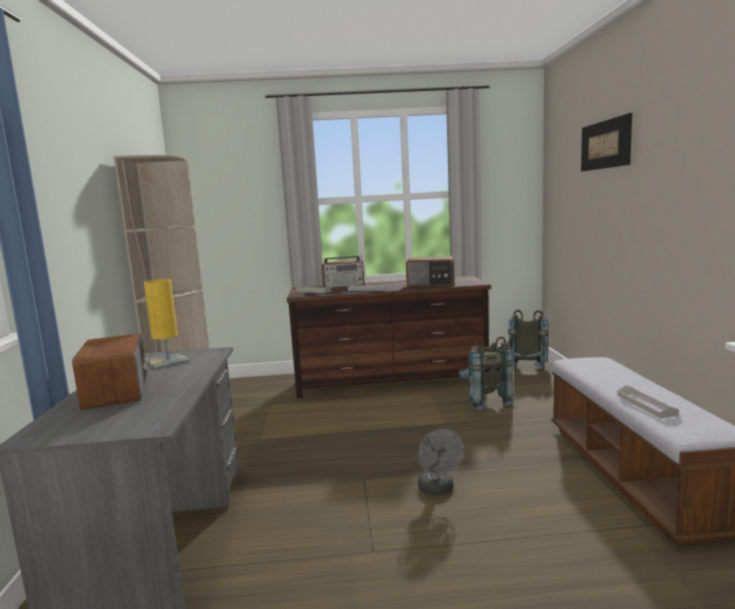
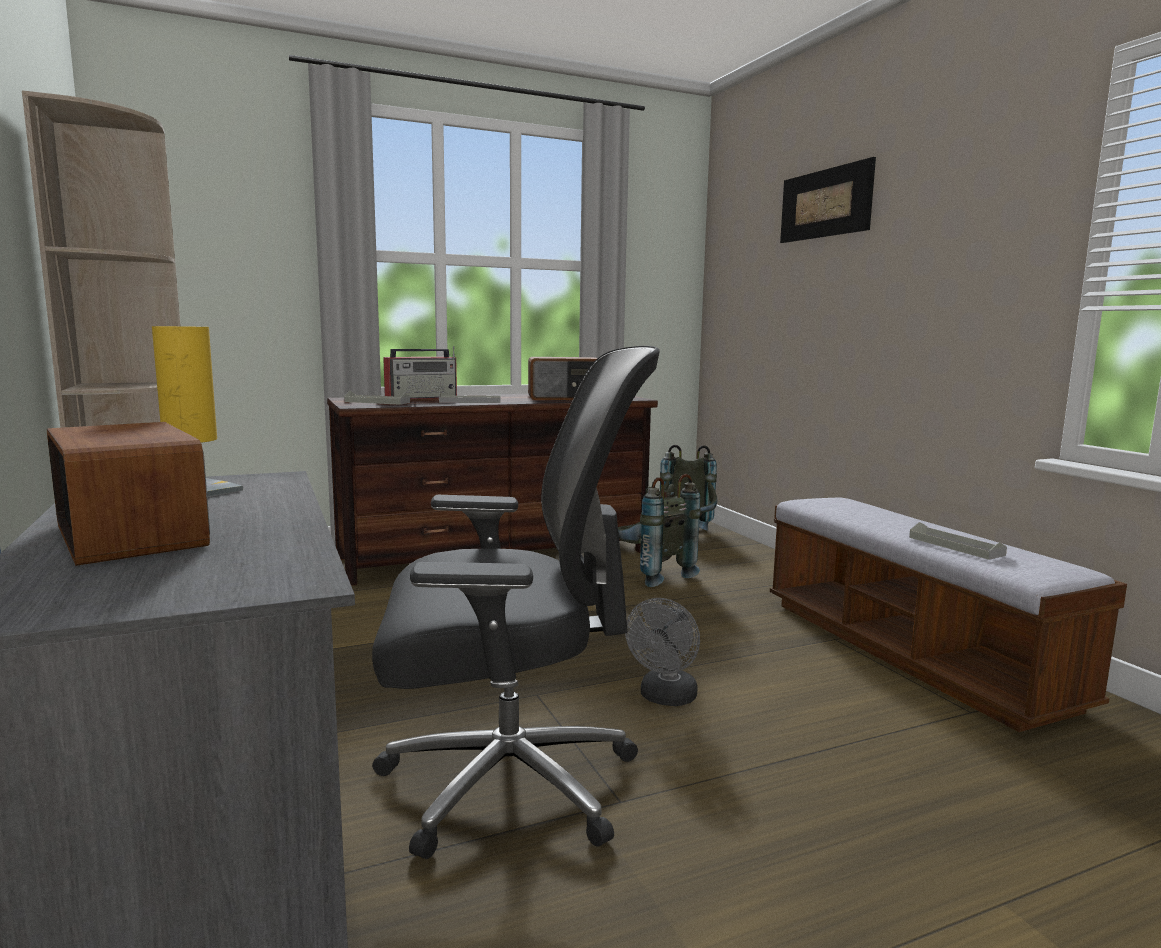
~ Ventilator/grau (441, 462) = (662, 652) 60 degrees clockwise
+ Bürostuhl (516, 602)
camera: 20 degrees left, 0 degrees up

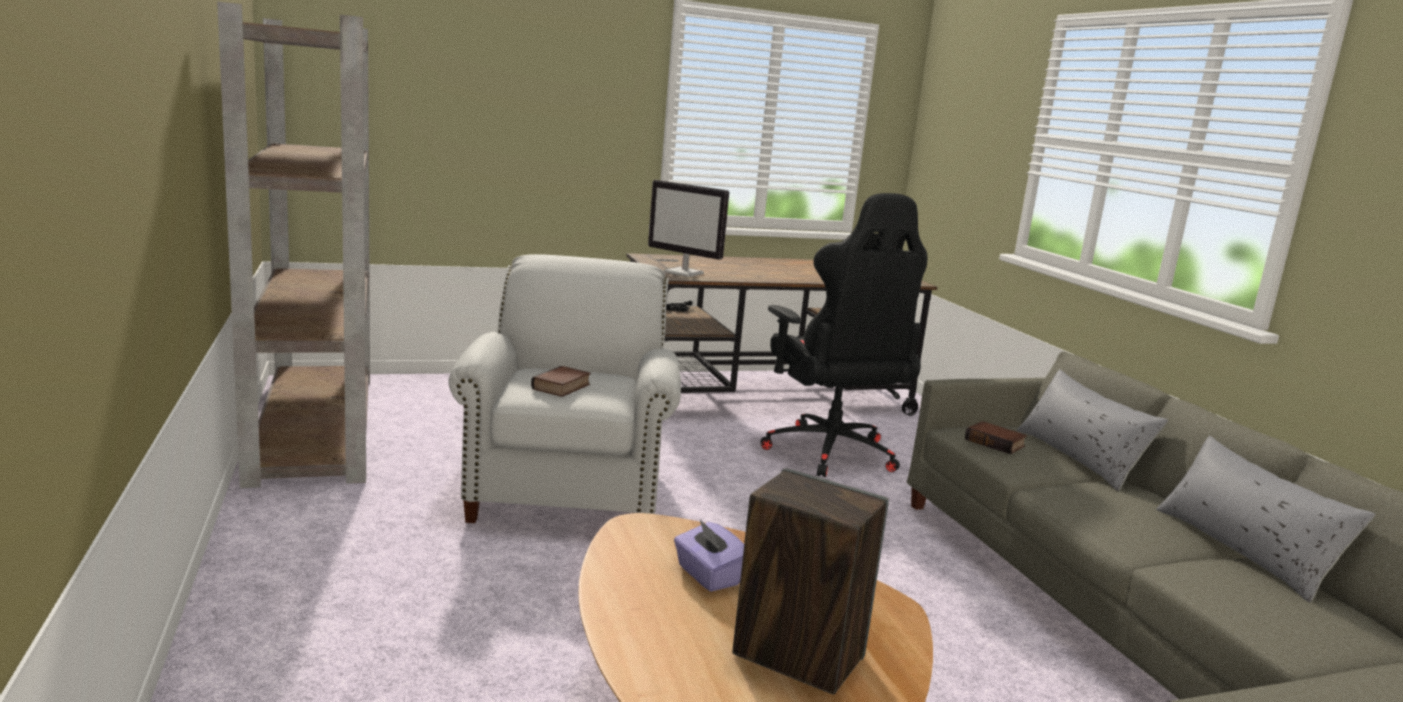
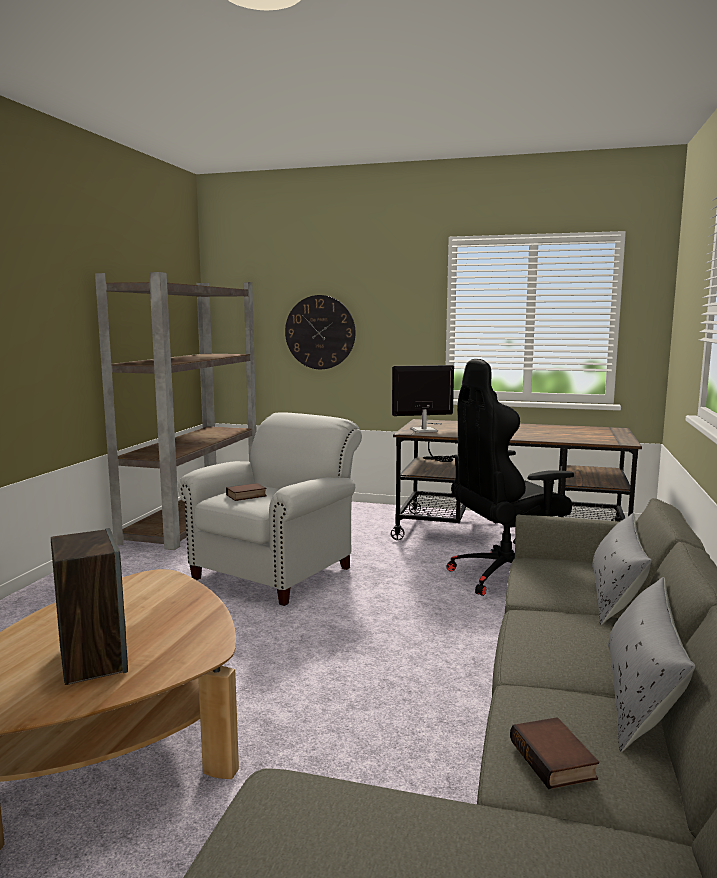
~ Monitor (688, 228) = (423, 399) 105 degrees clockwise
~ Bürostuhl/schwarz (843, 335) = (510, 477) 60 degrees clockwise
~ Buch (996, 437) to (554, 753)
- Taschentuchbox/lila (709, 555)
+ Wanduhr (320, 332)
camera: 35 degrees right, 5 degrees down

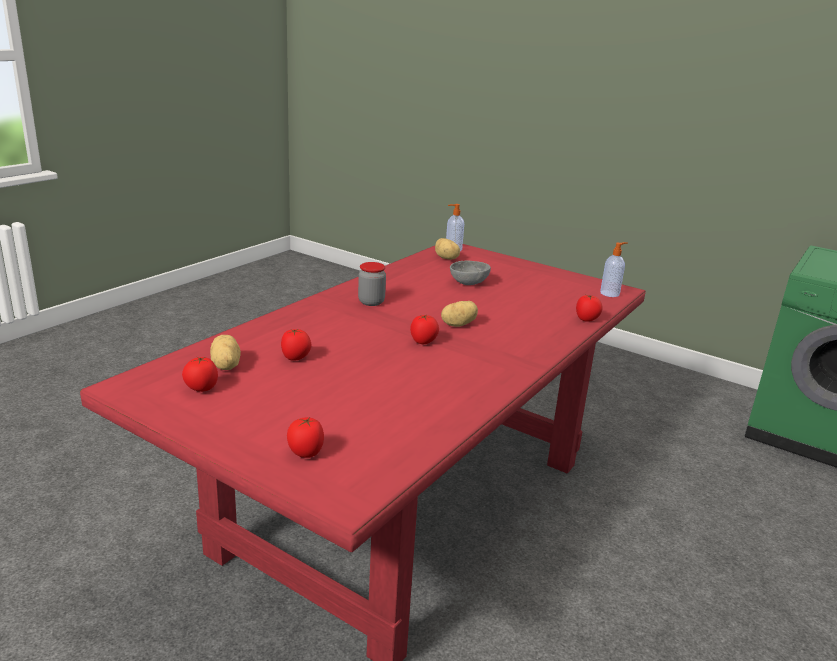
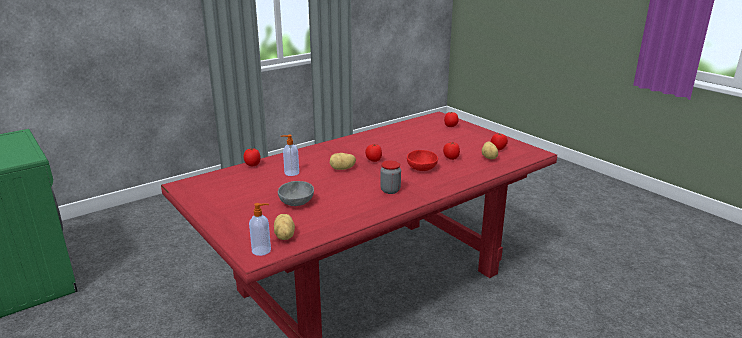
~ Seifenspender (614, 269) to (290, 155)
+ Schüssel/rot (422, 160)
camera: 160 degrees left, 0 degrees up

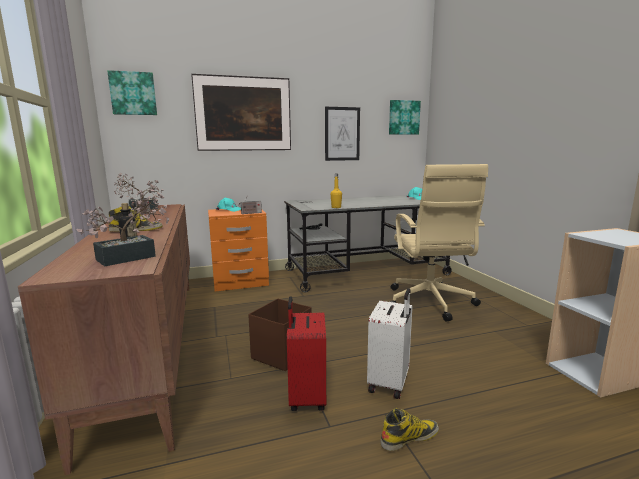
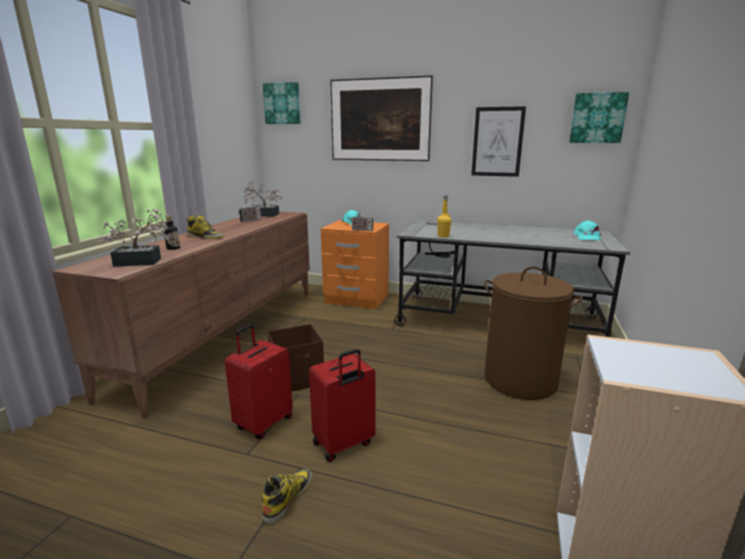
~ Bürostuhl/beige (439, 243) to Wäschekorb/braun (533, 333)
~ Koffer/weiß (389, 343) to Koffer/rot (342, 405)
~ Stiefel (409, 429) = (287, 496) 75 degrees counterclockwise
camera: 35 degrees right, 5 degrees up

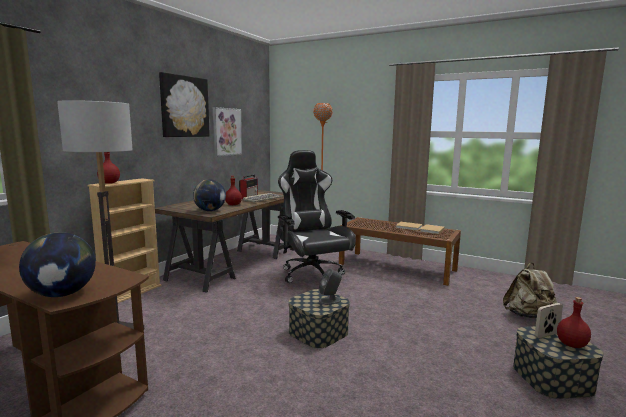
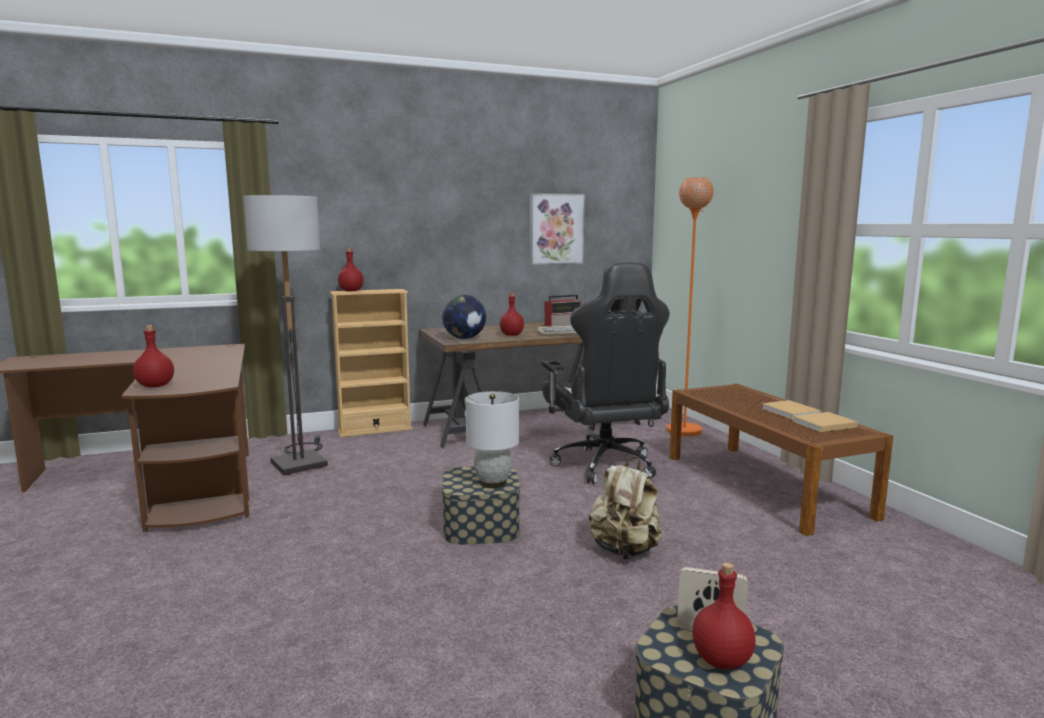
- Bild (184, 104)
~ Bürostuhl/schwarz (317, 216) = (605, 373) 150 degrees clockwise
~ Globus (57, 264) to Flasche/rot (153, 356)
~ Rucksack/beige (530, 290) to (625, 508)
~ Lautsprecher/grau (330, 286) to Tischlampe/weiß (492, 439)
camera: 40 degrees right, 0 degrees up

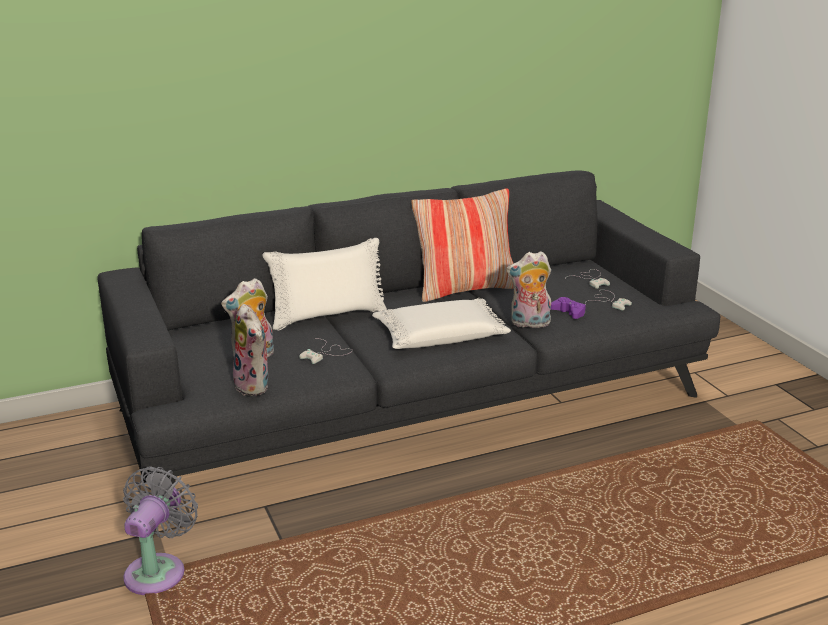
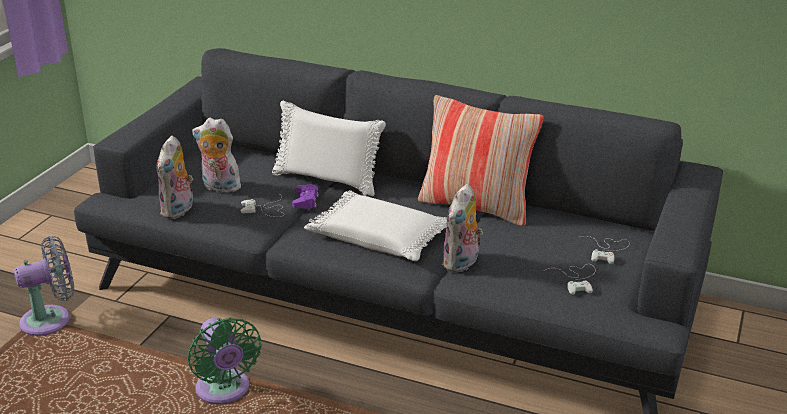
~ Plüschtier (528, 289) = (462, 228) 105 degrees counterclockwise
~ Gamepad/lila (568, 308) to (305, 196)
+ Ventilator/grün (224, 360)
camera: 45 degrees right, 5 degrees up

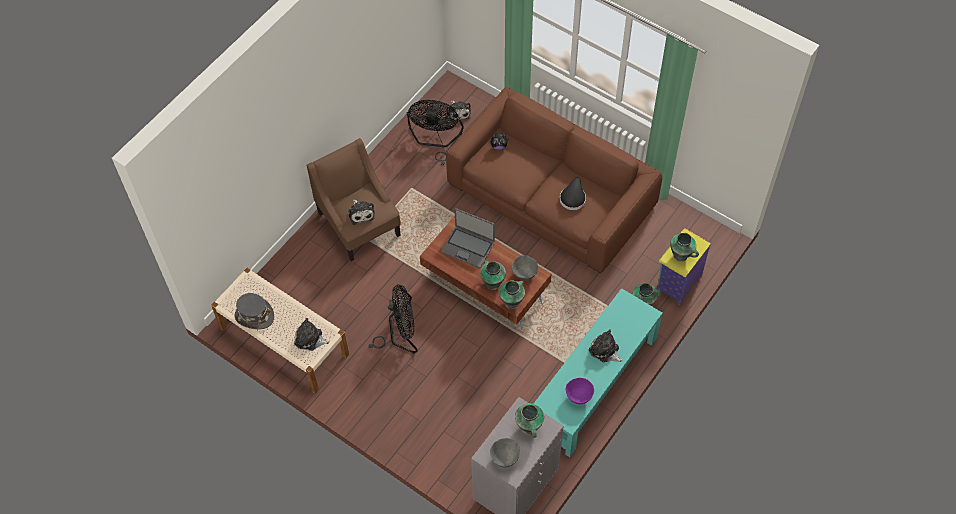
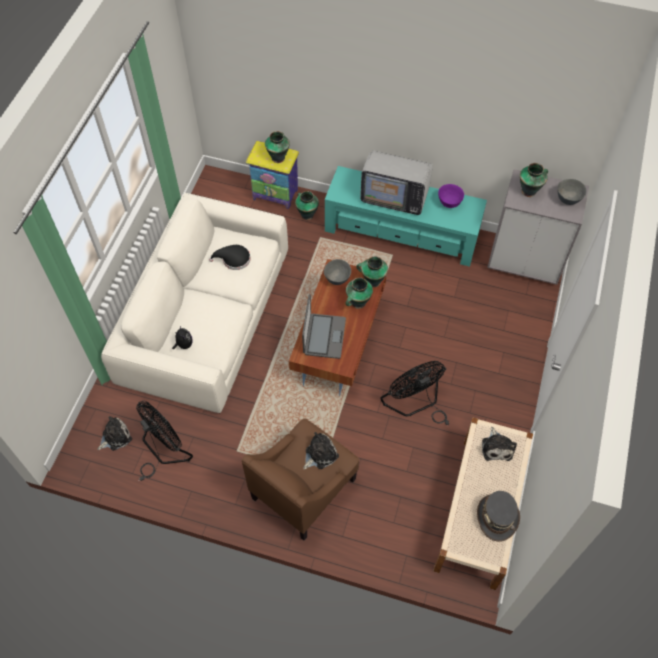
~ Sofa/braun (554, 180) to Sofa/weiß (194, 303)
~ Ventilator/schwarz (435, 132) = (164, 441) 150 degrees clockwise
~ Plüschtier (606, 346) to Fernseher (396, 183)
camera: 110 degrees left, 0 degrees up

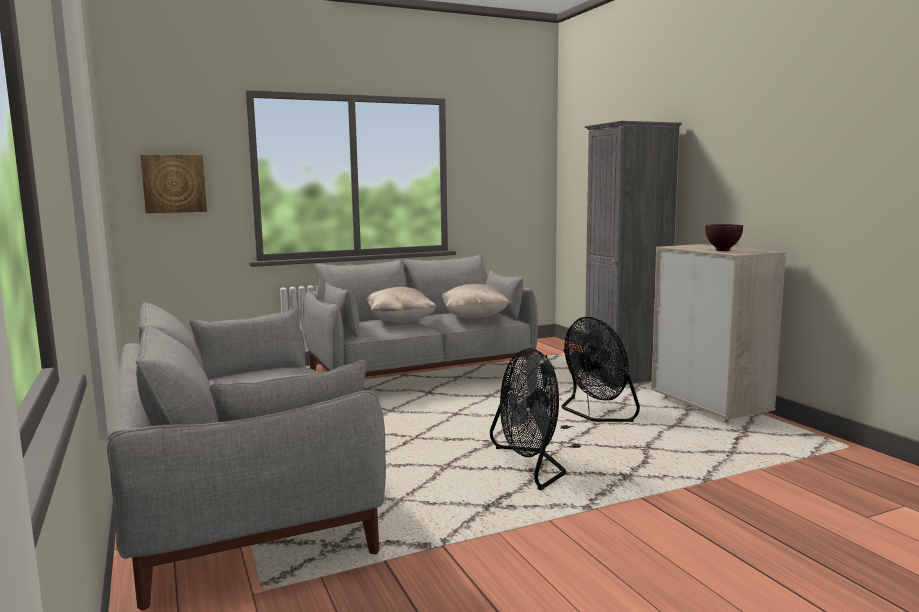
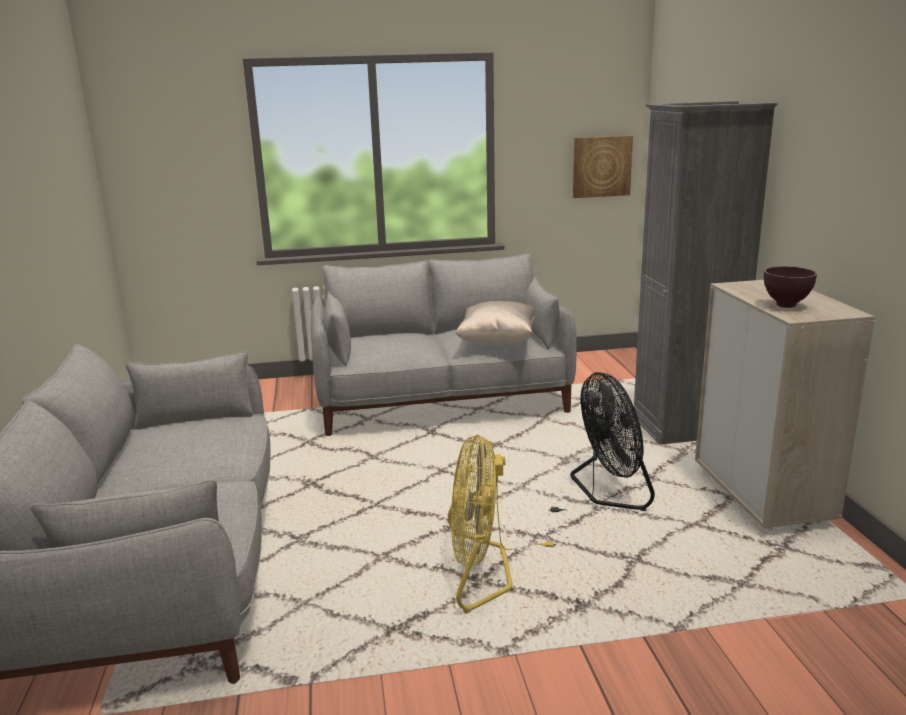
~ Bild (173, 184) to (603, 166)
- Kissen/beige (401, 305)
~ Ventilator/schwarz (535, 419) to Ventilator/gelb (501, 524)
camera: 15 degrees right, 10 degrees up

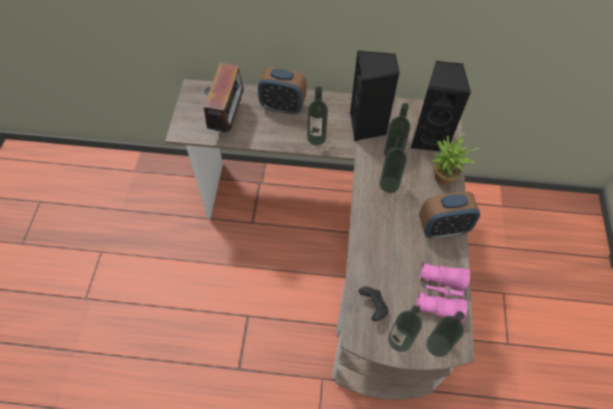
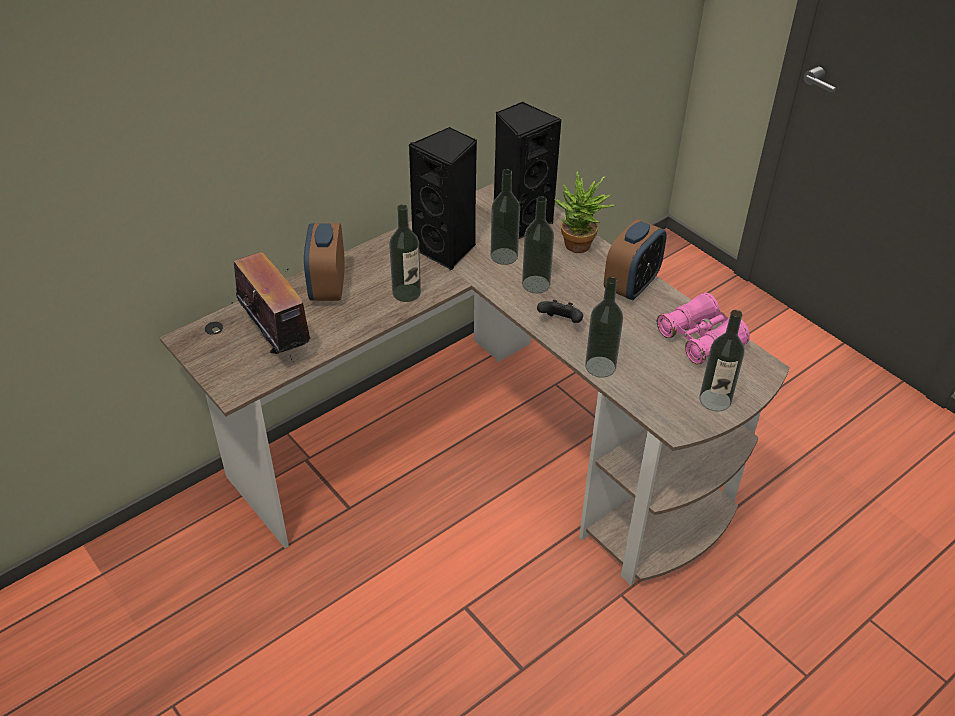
~ Wecker (282, 91) = (324, 262) 120 degrees clockwise
~ Gamepad/schwarz (374, 304) to (560, 311)
~ Flasche (445, 334) to (604, 327)
camera: 45 degrees left, 15 degrees down

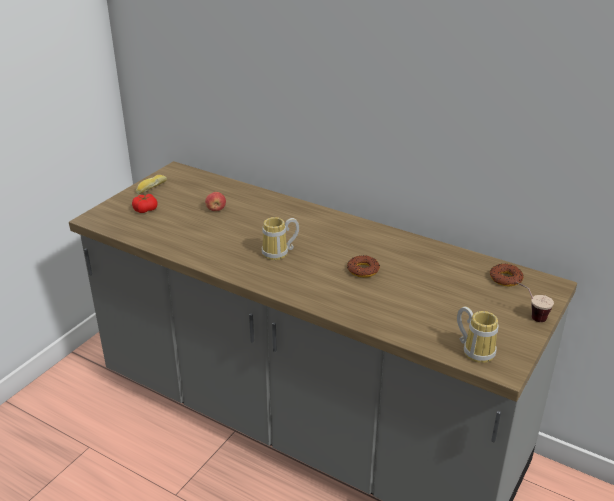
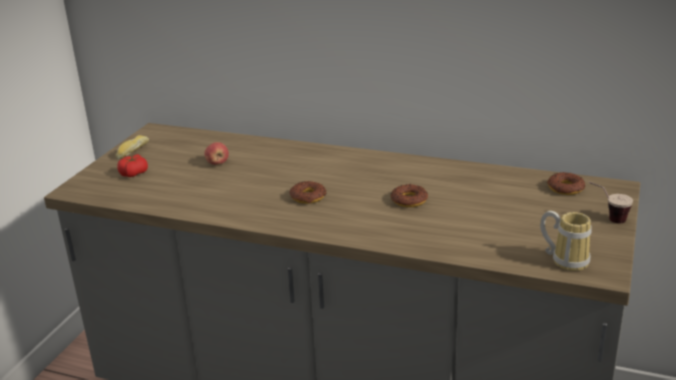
~ Henkelbecher (280, 238) to Donut (307, 192)
camera: 10 degrees left, 5 degrees down

